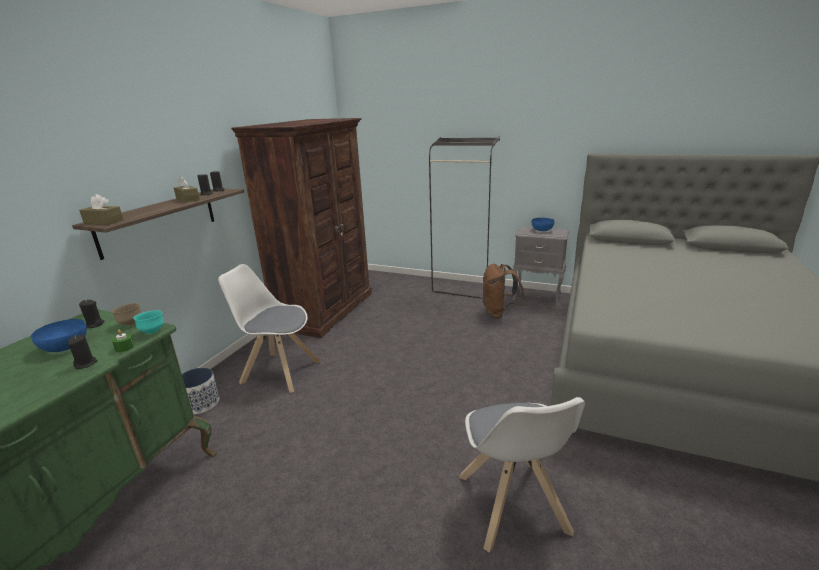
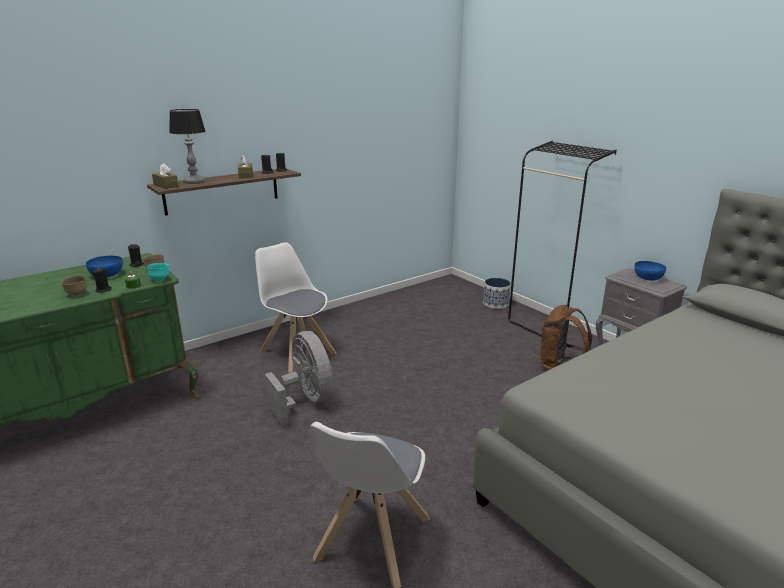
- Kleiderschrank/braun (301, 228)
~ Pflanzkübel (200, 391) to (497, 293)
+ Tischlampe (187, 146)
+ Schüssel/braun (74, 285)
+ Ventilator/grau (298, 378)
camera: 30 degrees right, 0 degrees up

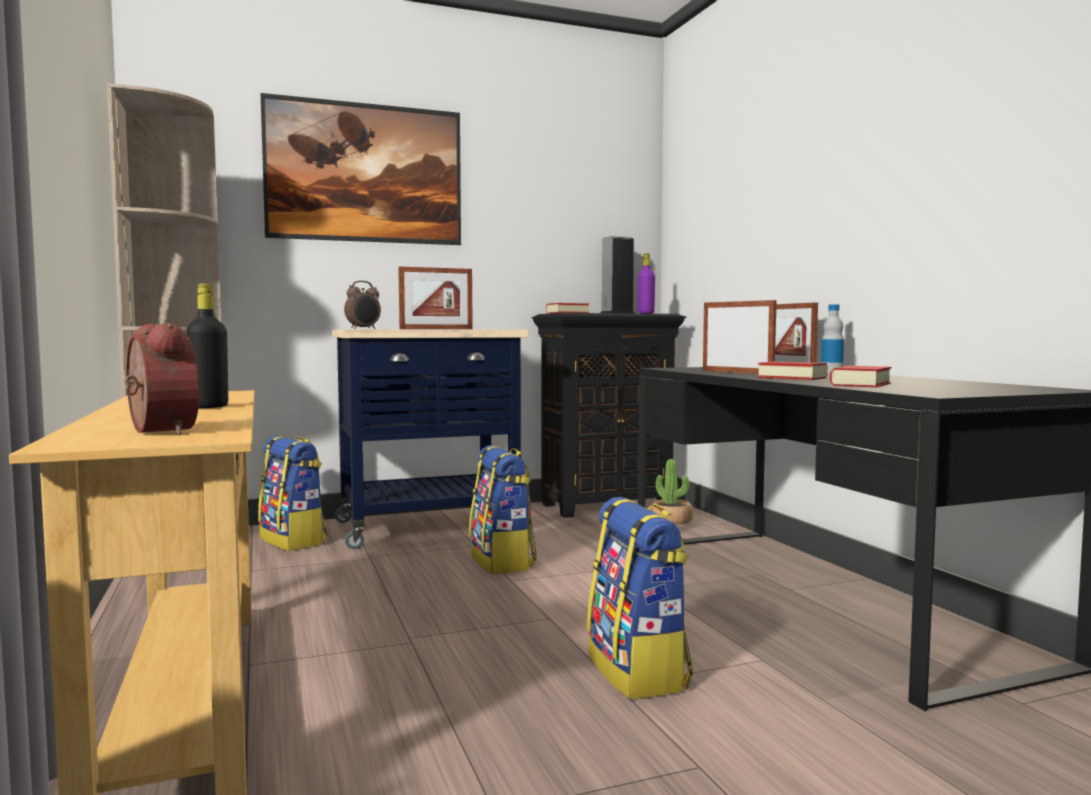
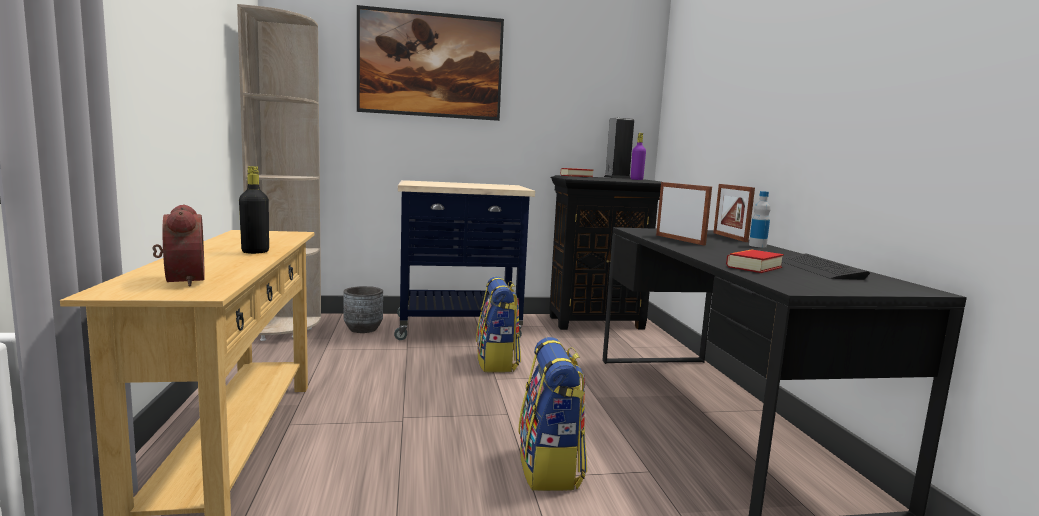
- Bilderrahmen (435, 298)
- Wecker (362, 305)
- Buch (792, 371)
~ Rucksack (293, 493) to Pflanzkübel/grau (363, 309)
- Topfpflanze (672, 492)
+ Tastatur (826, 267)
camera: 10 degrees right, 5 degrees up

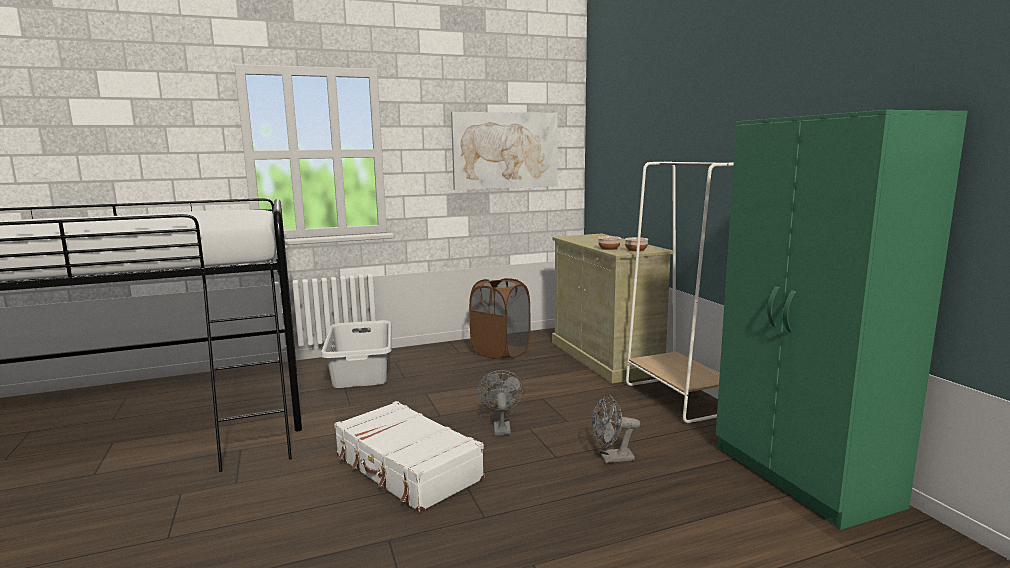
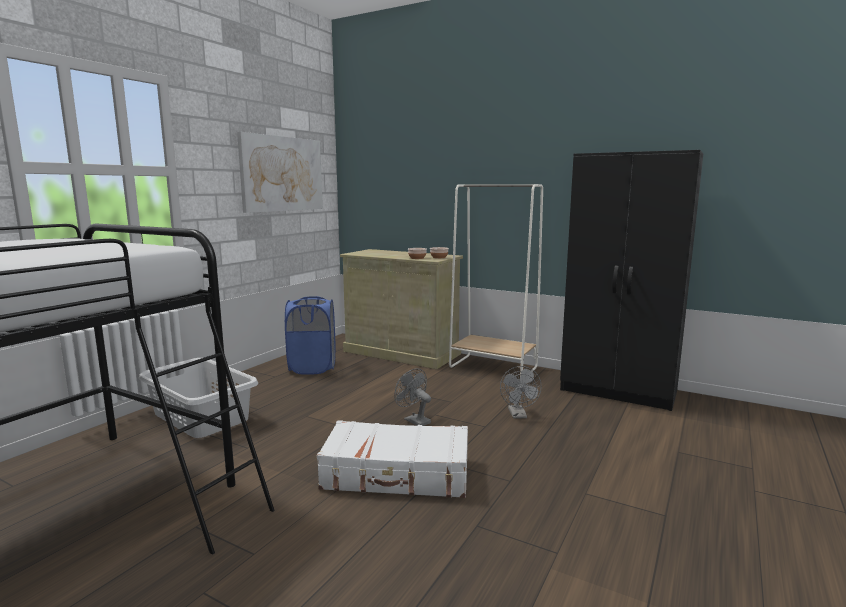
~ Kleiderschrank/grün (842, 320) to Kleiderschrank/schwarz (631, 280)
~ Wäschekorb/braun (499, 318) to Wäschekorb/blau (310, 335)
~ Ventilator/grau (616, 428) = (521, 392) 45 degrees counterclockwise
camera: 40 degrees left, 0 degrees up

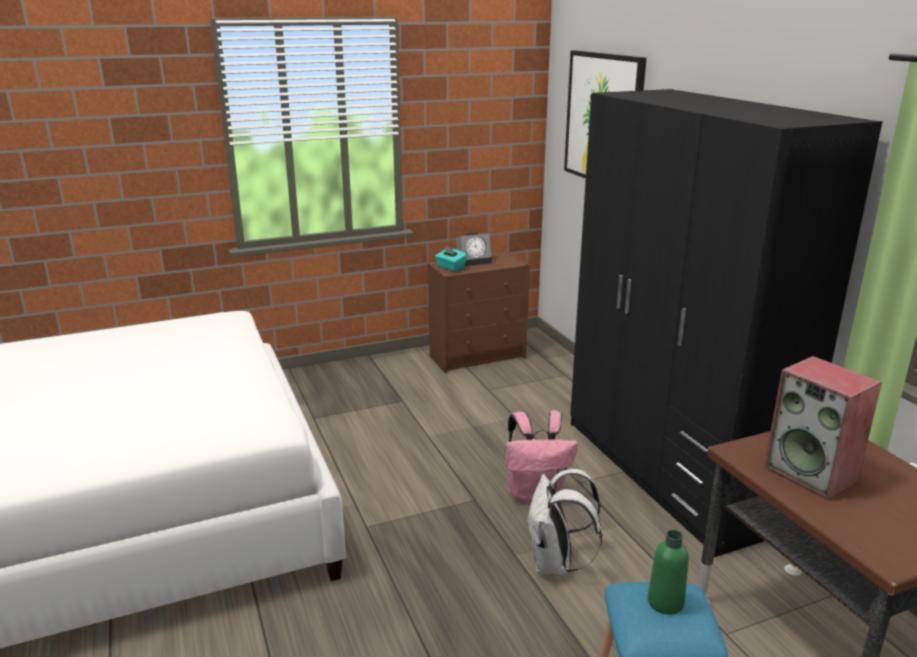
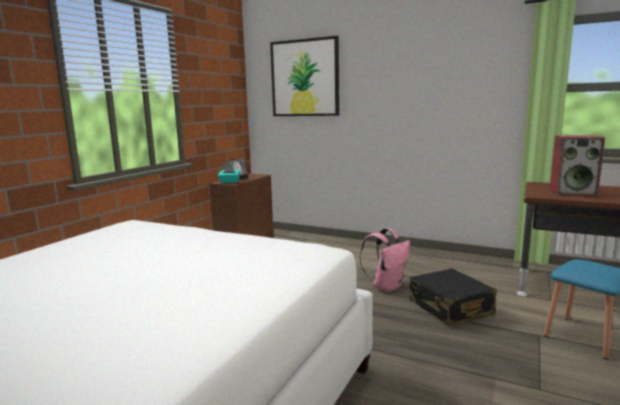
- Kleiderschrank/schwarz (726, 323)
~ Rucksack/weiß (564, 522) to Koffer/schwarz (453, 297)
- Flasche/grün (668, 572)
camera: 40 degrees left, 10 degrees down

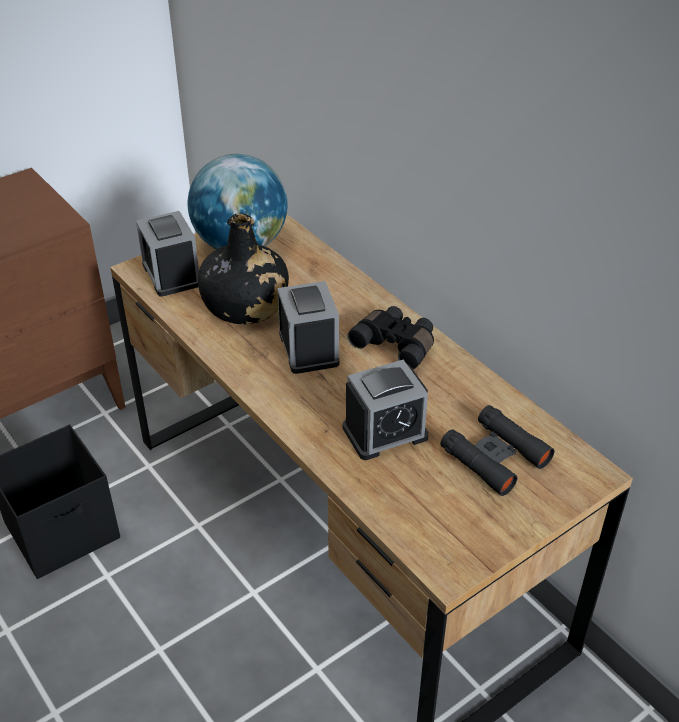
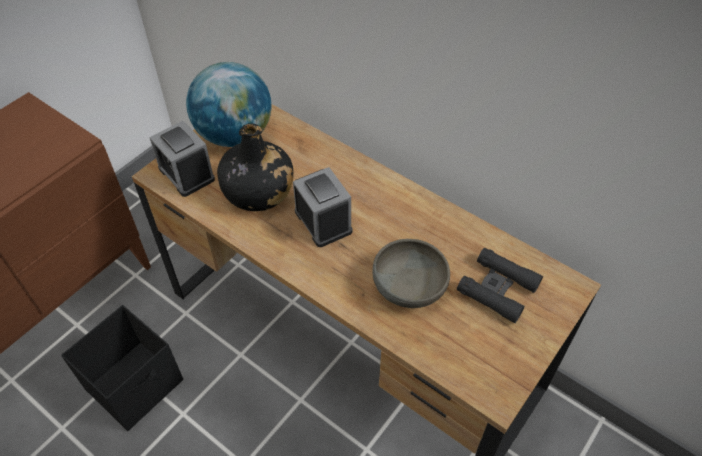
- Fernglas/schwarz (390, 338)
~ Wecker (386, 410) to Schüssel/grau (411, 273)
camera: 15 degrees left, 10 degrees up

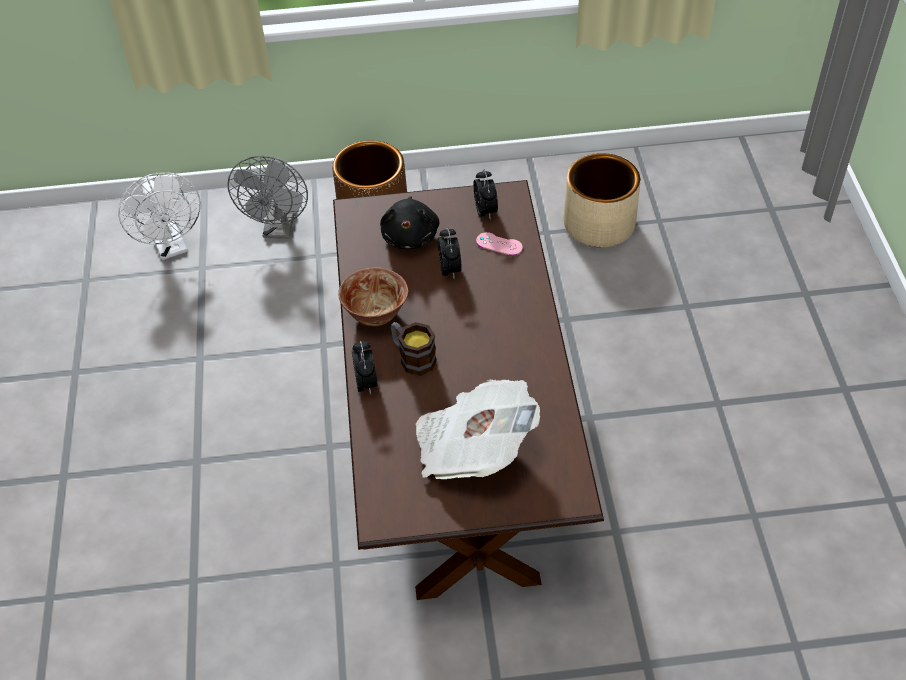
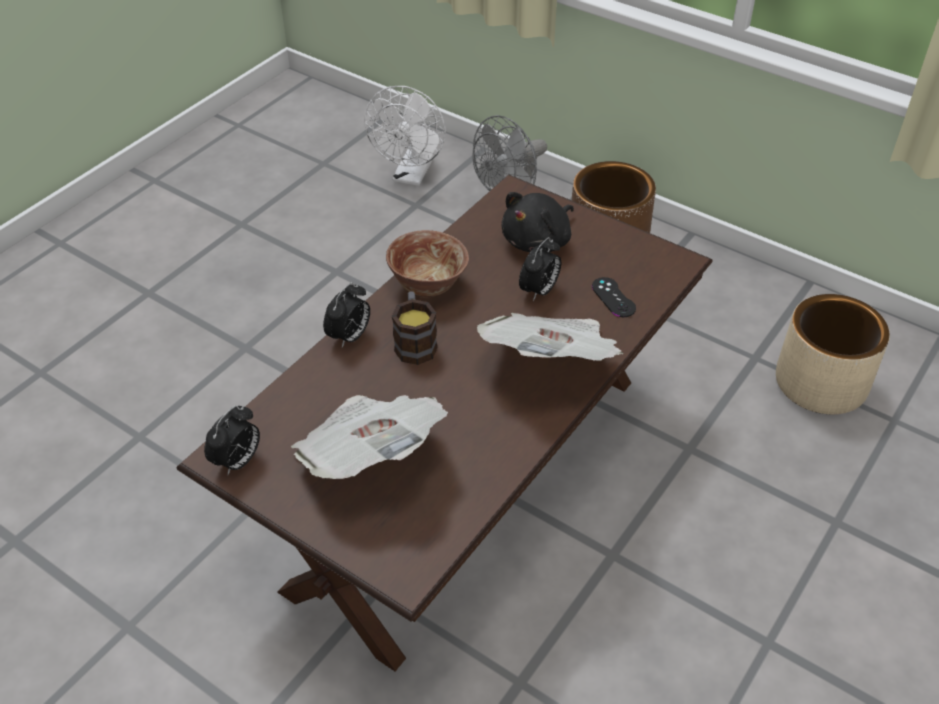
~ Wecker (485, 194) to (232, 440)
~ Gamepad/rosa (499, 244) to Gamepad/schwarz (614, 297)
+ Zeitung (550, 337)
camera: 40 degrees right, 5 degrees down

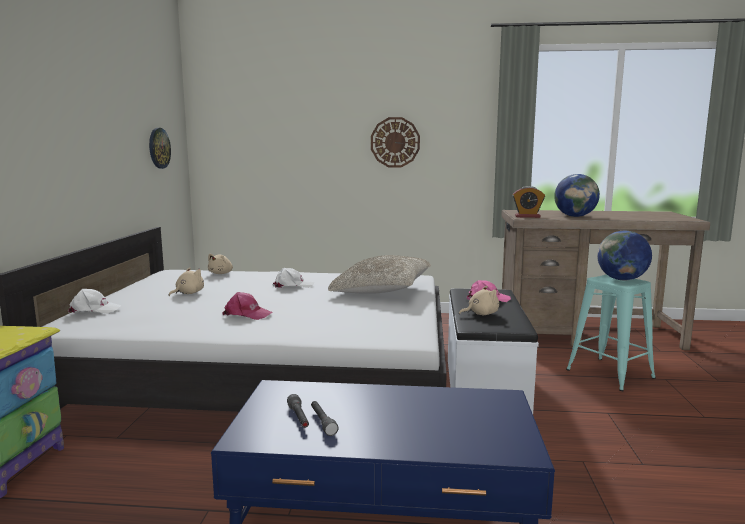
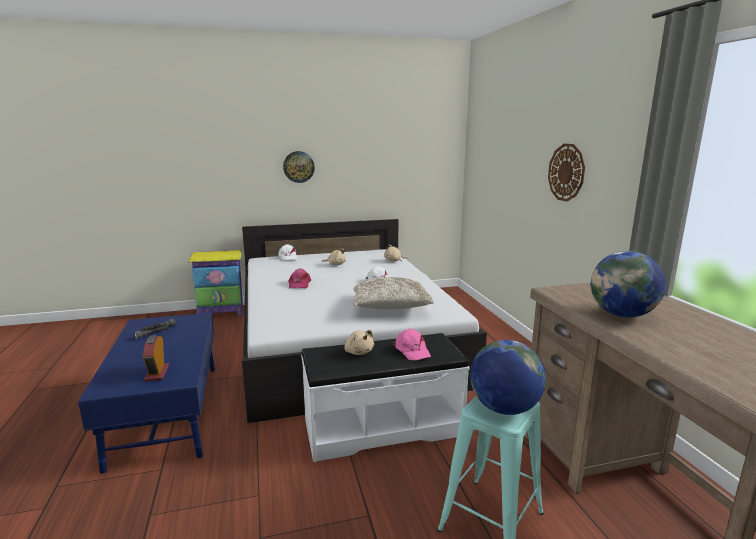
~ Wanduhr (160, 148) to (299, 167)
~ Wecker (528, 202) to (156, 358)
camera: 70 degrees right, 5 degrees up

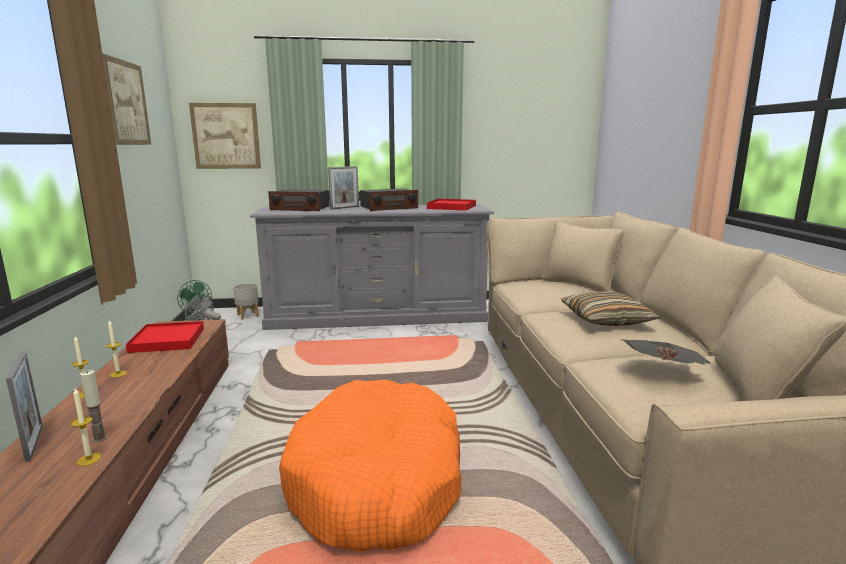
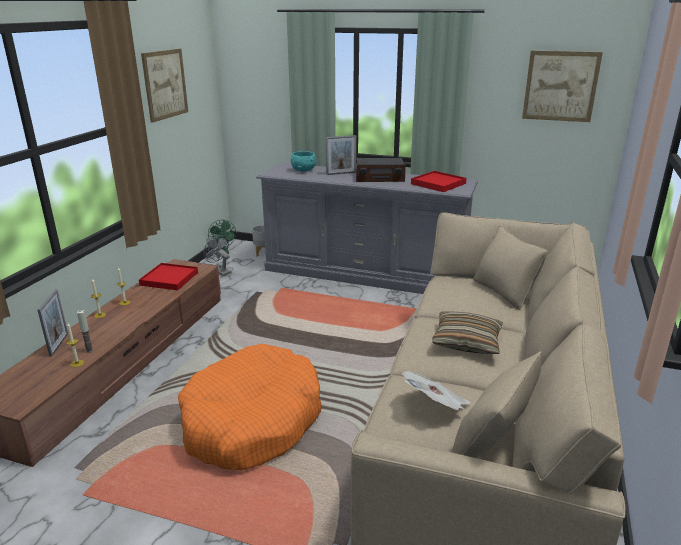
~ Bild (225, 136) to (562, 86)
~ Radio (299, 200) to Schüssel/türkis (303, 161)
camera: 25 degrees right, 10 degrees up

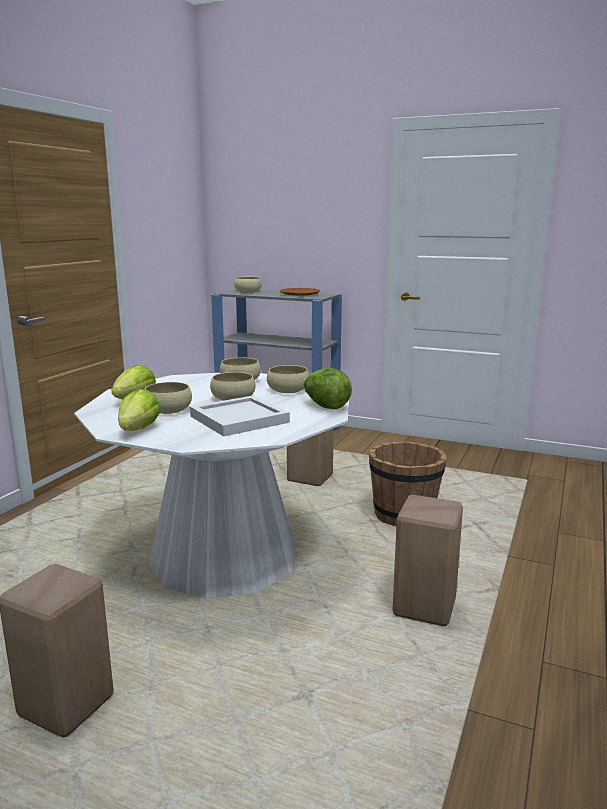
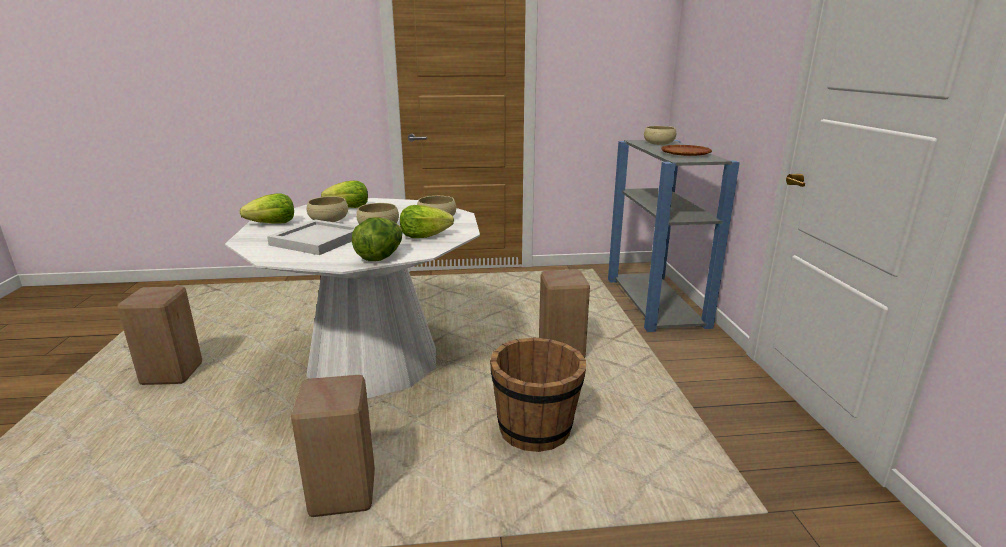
~ Schüssel/beige (288, 379) to Salatkopf (427, 221)
camera: 60 degrees right, 5 degrees up

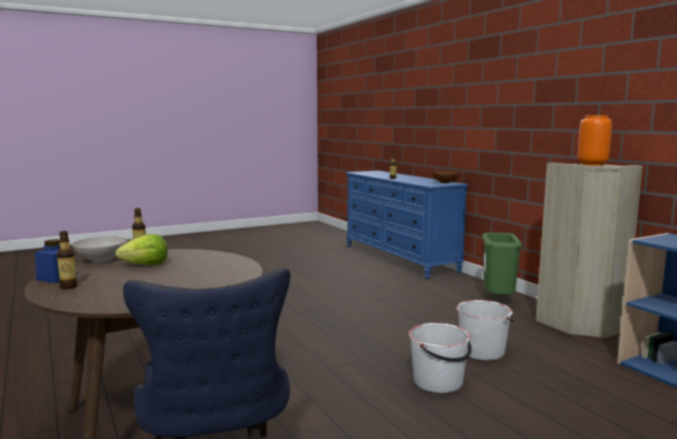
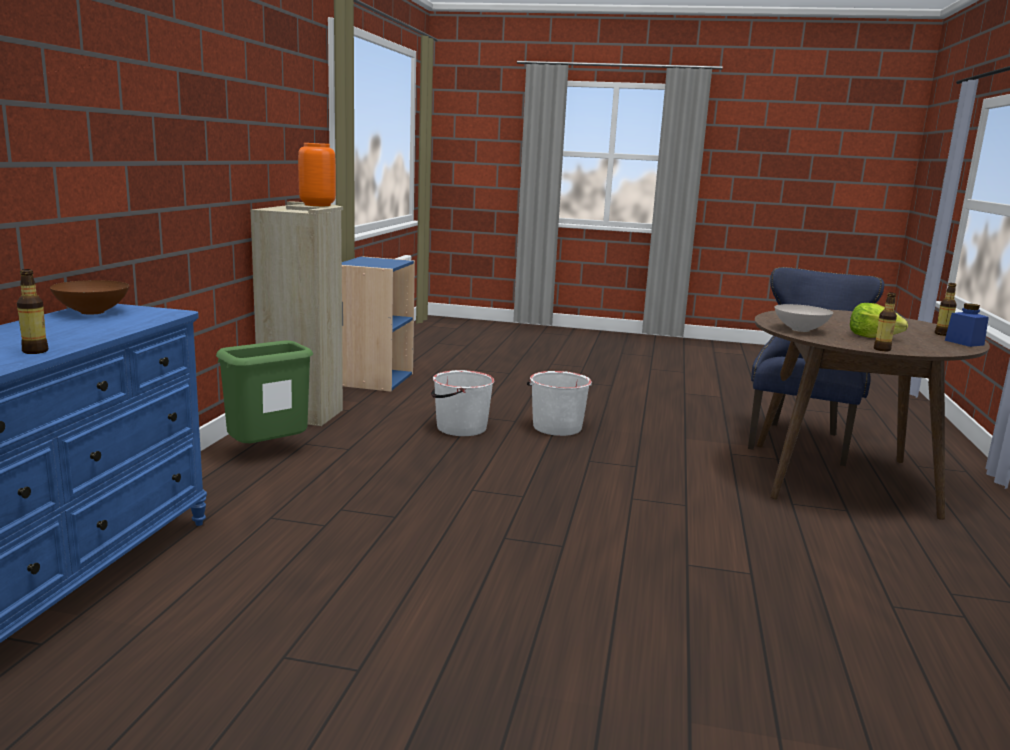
~ Schüssel/weiß (99, 249) to (804, 318)
camera: 140 degrees left, 5 degrees up

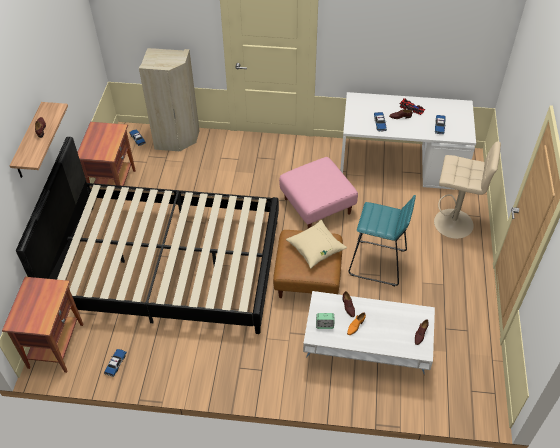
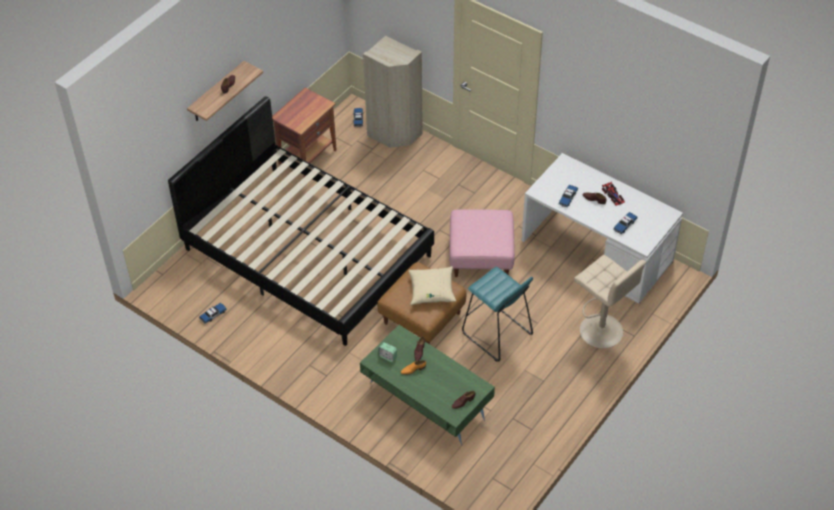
- Nachttisch (42, 325)
~ Couchtisch/weiß (369, 333) to Couchtisch/grün (427, 385)
camera: 30 degrees right, 0 degrees up

